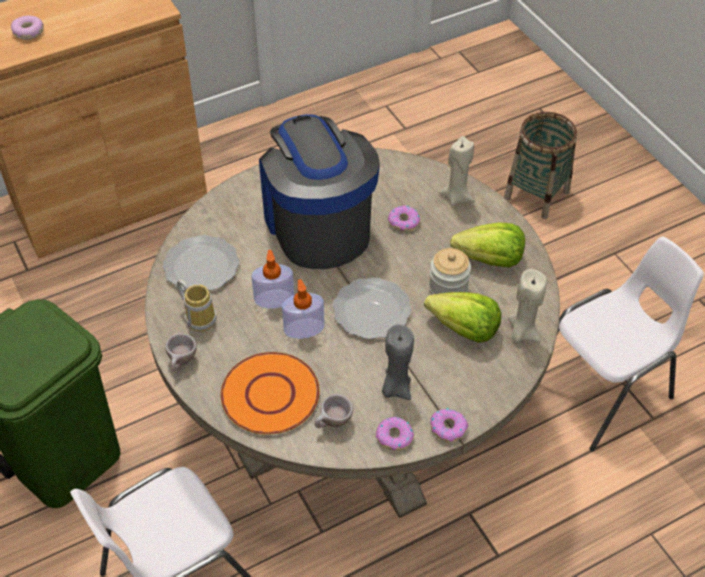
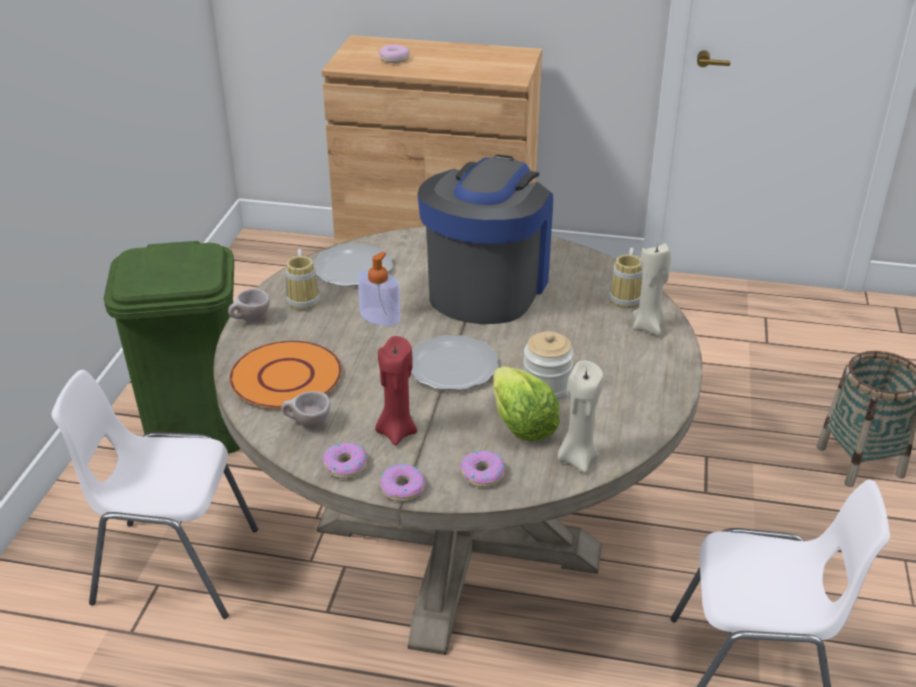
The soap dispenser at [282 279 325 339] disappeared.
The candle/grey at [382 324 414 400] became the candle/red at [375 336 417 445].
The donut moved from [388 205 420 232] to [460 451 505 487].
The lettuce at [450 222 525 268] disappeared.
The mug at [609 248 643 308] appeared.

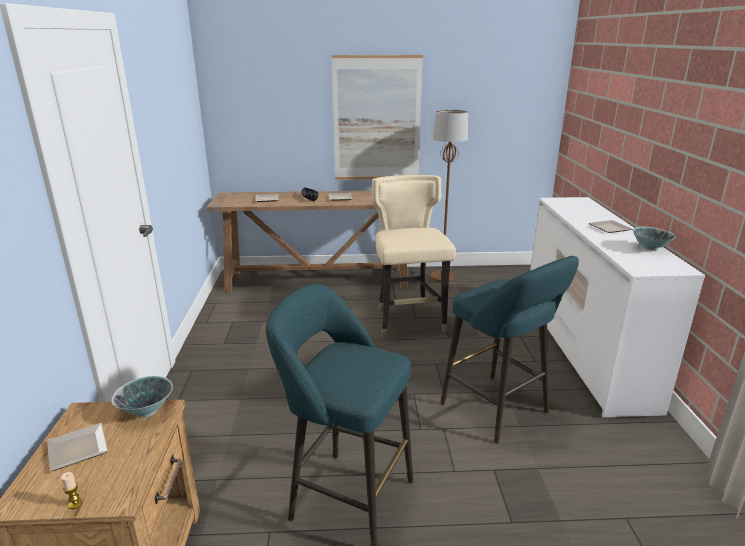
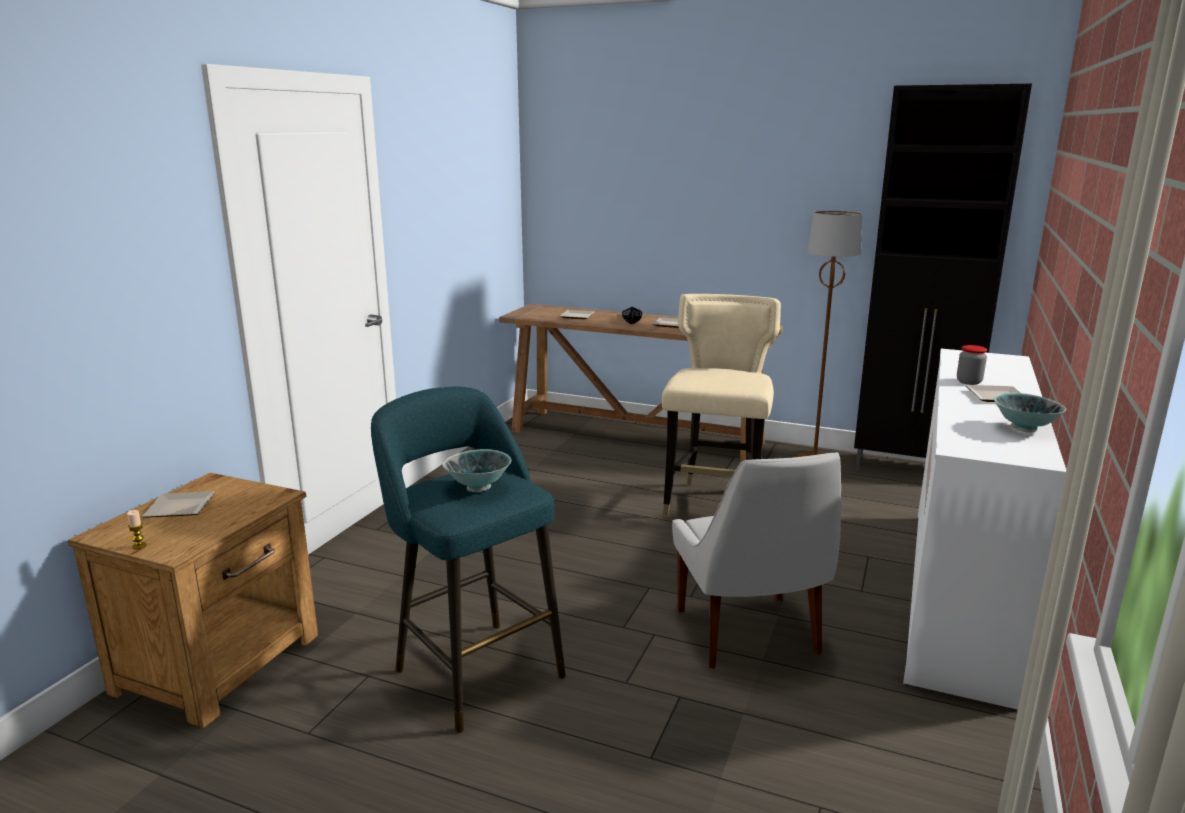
The bowl moved from [111 376 173 418] to [443 449 511 492].
The picture at [332 55 423 180] disappeared.
The stool/turquoise at [440 256 579 444] was replaced by the chair/white at [672 452 841 669].
The cabinet/black at [854 84 1032 470] appeared.
The jar at [957 345 987 385] appeared.

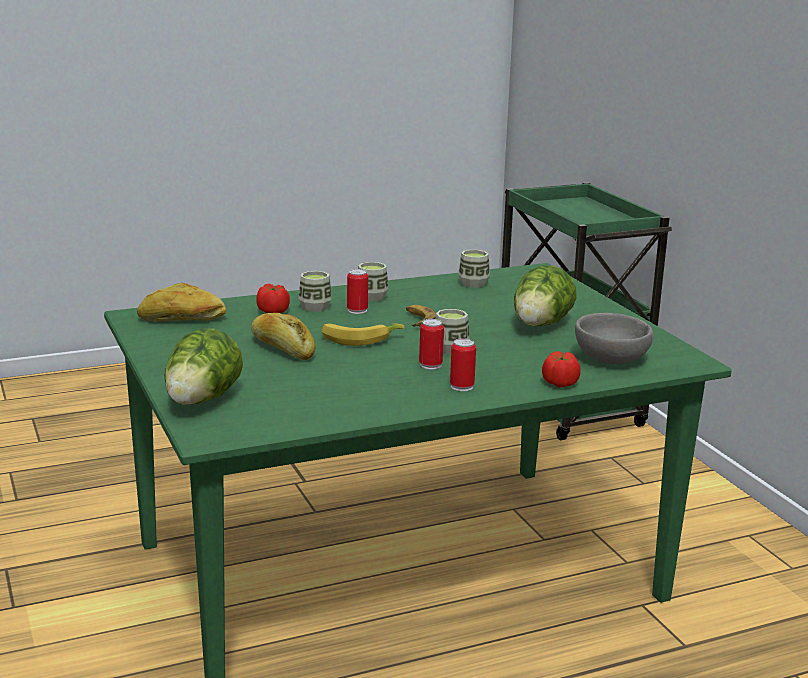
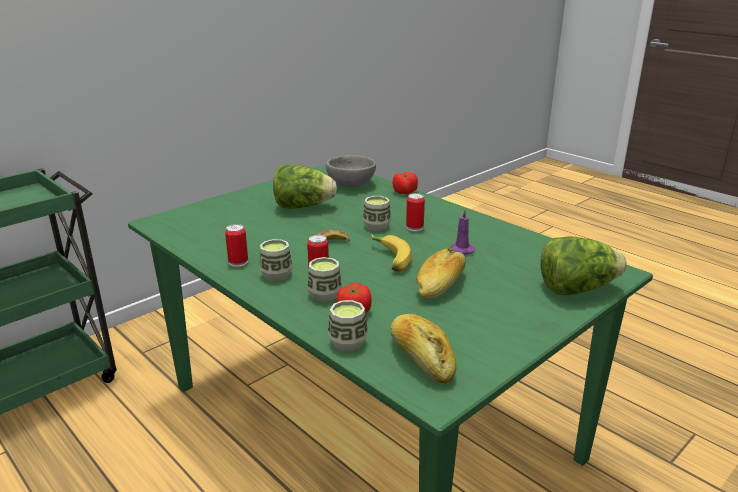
The can moved from [450 338 476 391] to [225 224 248 267].
The cup moved from [458 250 490 288] to [328 300 368 352].
The candle/purple at [450 209 475 255] appeared.

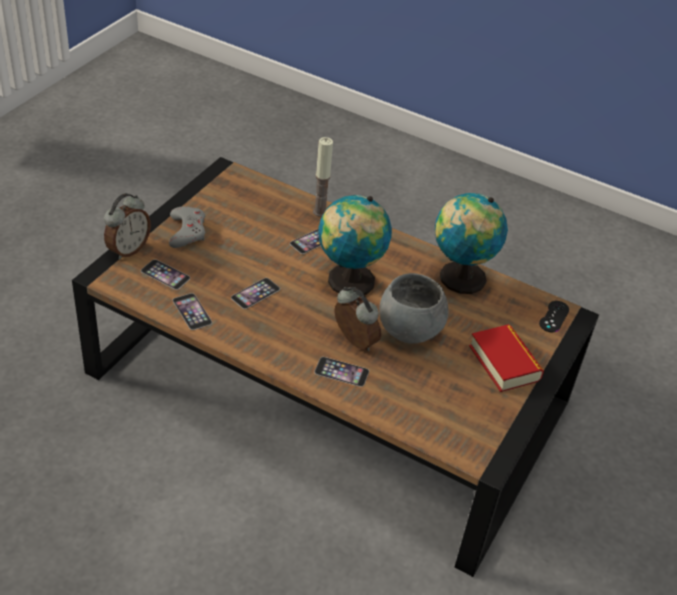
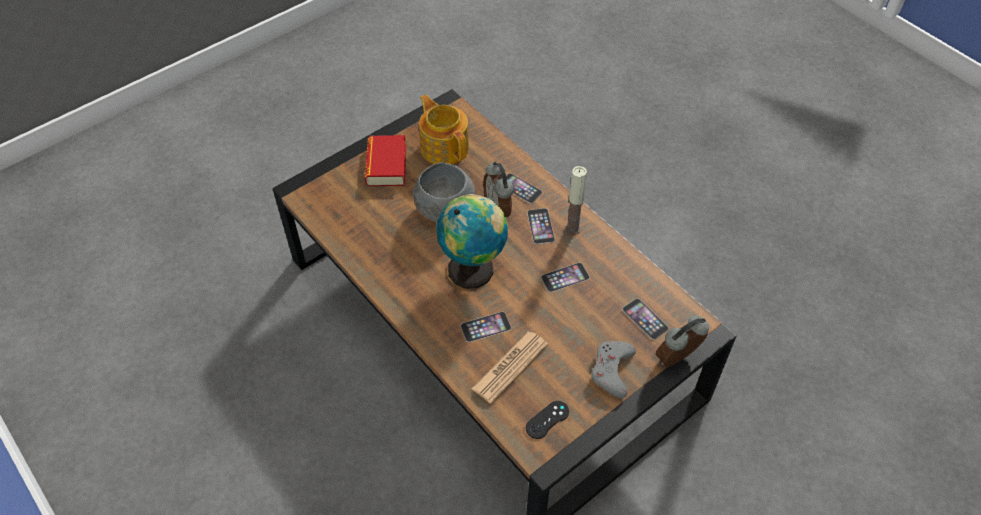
The phone moved from [173 293 212 330] to [527 208 555 244].
The candle moved from [313 137 333 217] to [565 166 587 235].
The globe at [435 193 508 294] disappeared.
The game controller/black moved from [539 301 569 332] to [526 401 569 439].
The teapot at [419 95 469 164] appeared.
The newspaper at [472 332 548 404] appeared.

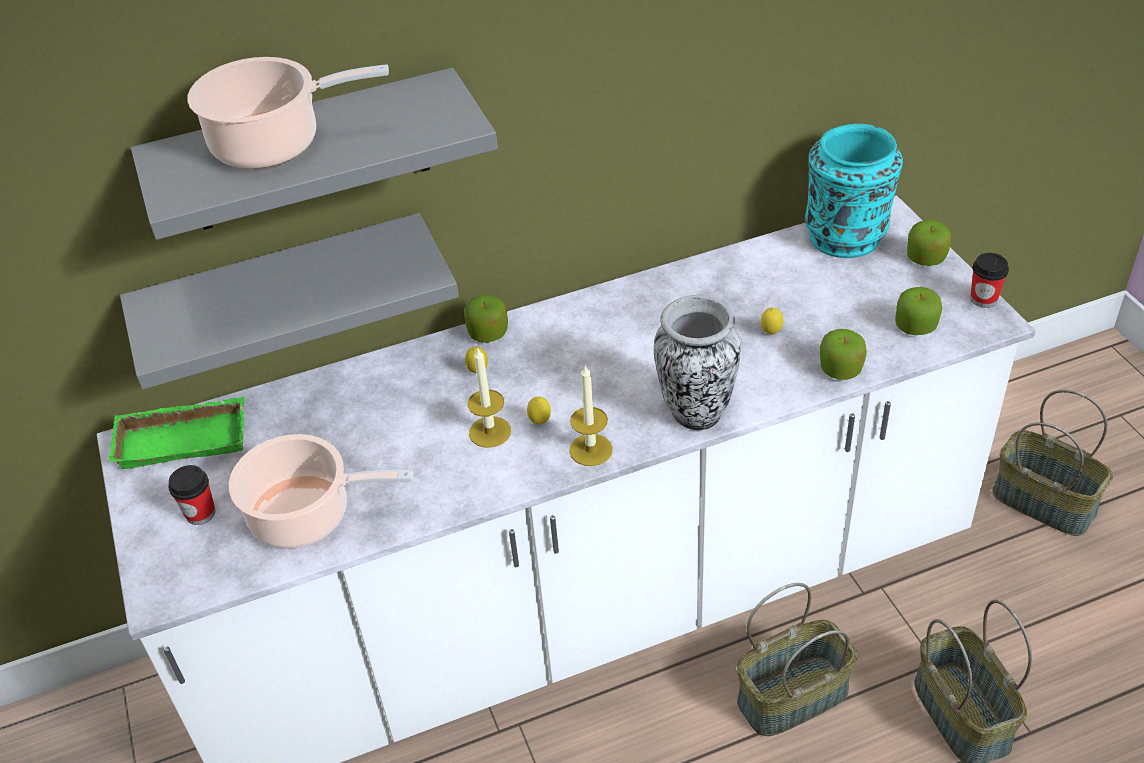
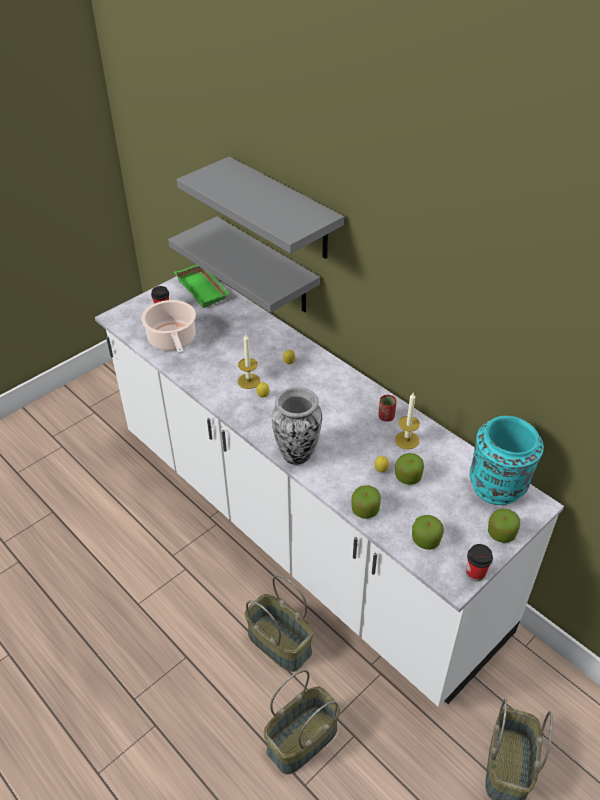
The cooking pot at [187 57 389 169] disappeared.
The apple moved from [464 294 508 343] to [395 453 424 485].
The candle moved from [569 365 613 466] to [395 393 420 449].
The cup/red at [378 395 397 422] appeared.

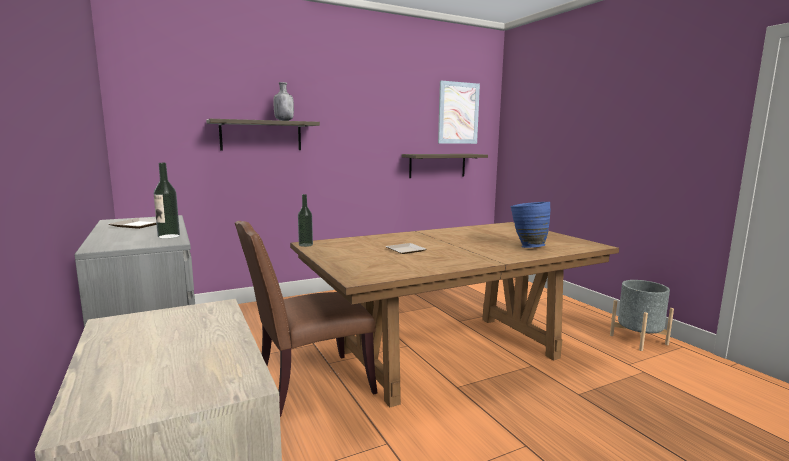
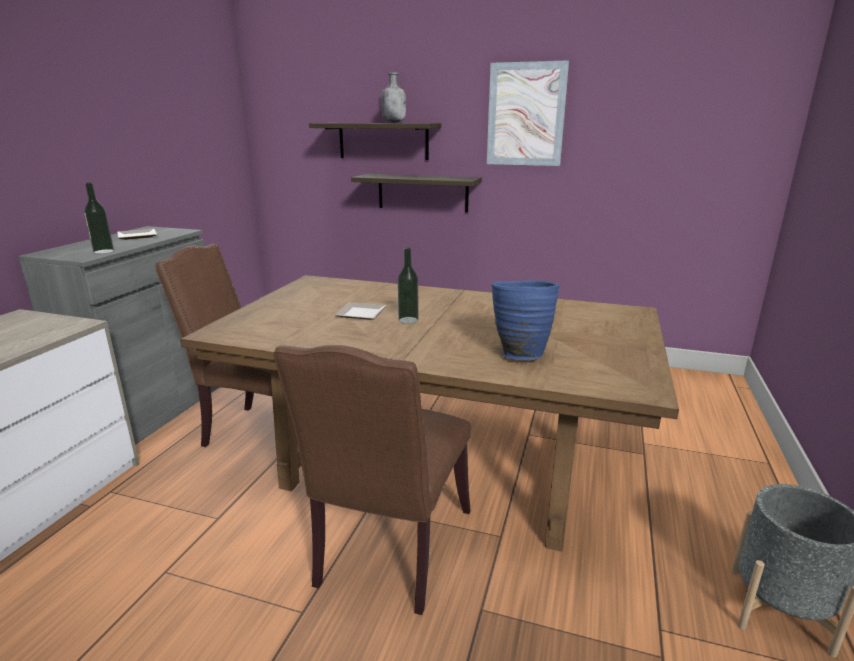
The bottle moved from [298 194 313 247] to [398 248 419 324].
The shelf moved from [402 154 488 178] to [351 174 482 212].
The picture moved from [438 81 480 144] to [487 60 569 166].
The chair/brown at [273 345 471 615] appeared.

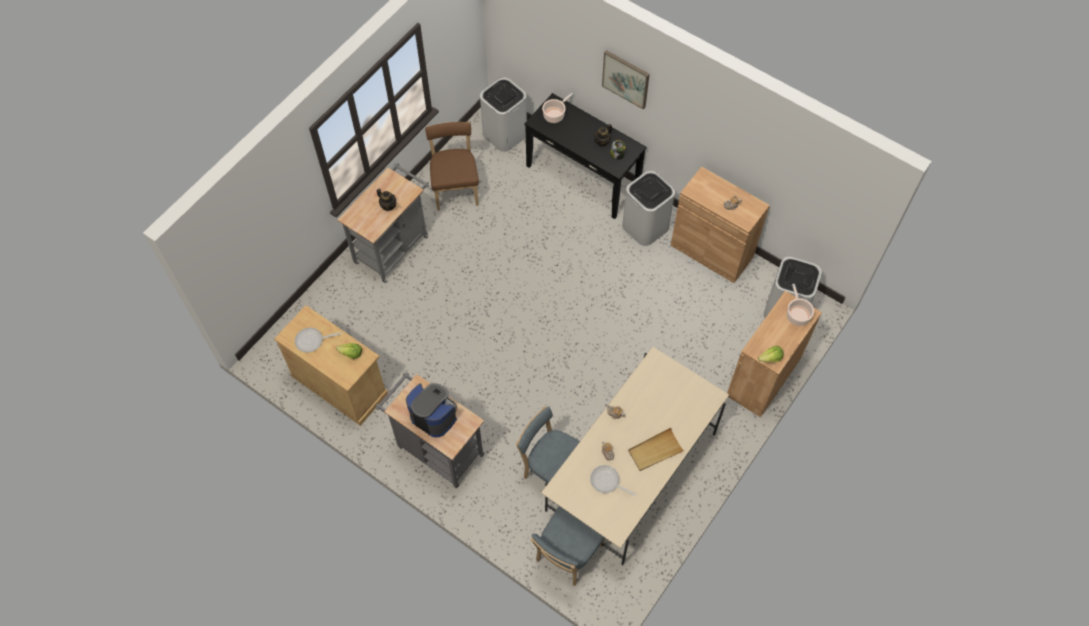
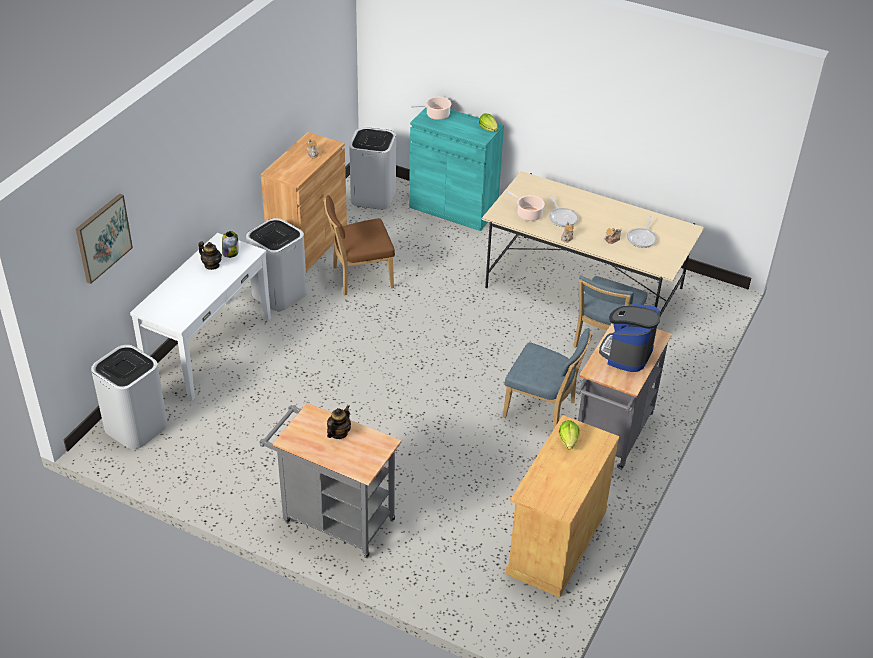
The frying pan moved from [295 328 341 353] to [549 195 579 227].
The chair/brown moved from [425 121 479 210] to [323 195 395 295].
The console table/black at [524 93 646 219] became the console table/white at [130 233 271 401].
The chair/blue moved from [530 506 605 586] to [503 328 593 430].
The cooking pot moved from [542 93 573 123] to [505 190 545 221].
The picture moved from [602 50 650 110] to [76 194 133 284].
The tray/beige at [628 428 684 471] disappeared.
The cabinet/brown at [727 291 822 417] became the cabinet/turquoise at [409 107 504 231].

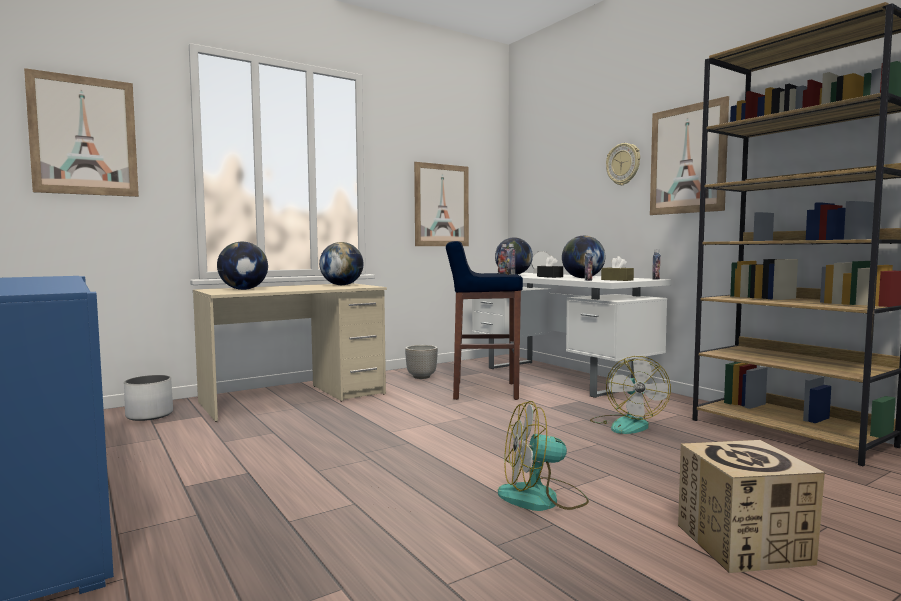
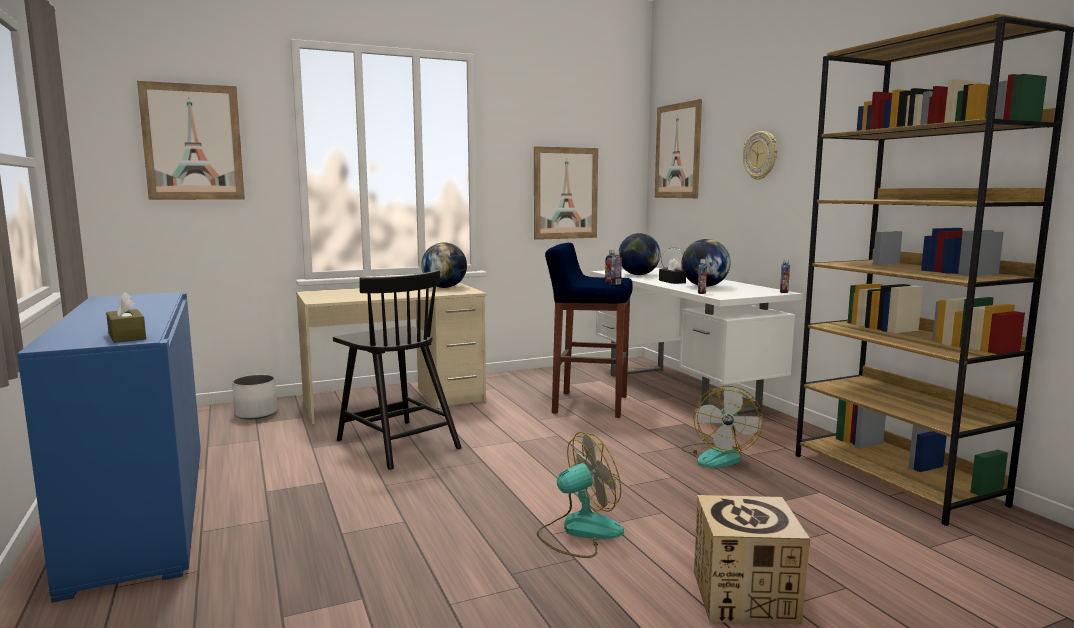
The globe at [217 242 268 290] disappeared.
The planter at [405 345 438 379] disappeared.
The fan at [498 401 589 511] turned 150 degrees clockwise.
The tissue box/brown moved from [601 256 634 281] to [106 292 146 343].
The picture moved from [650 96 729 215] to [655 99 702 198].
The chair/black at [333 270 462 470] appeared.

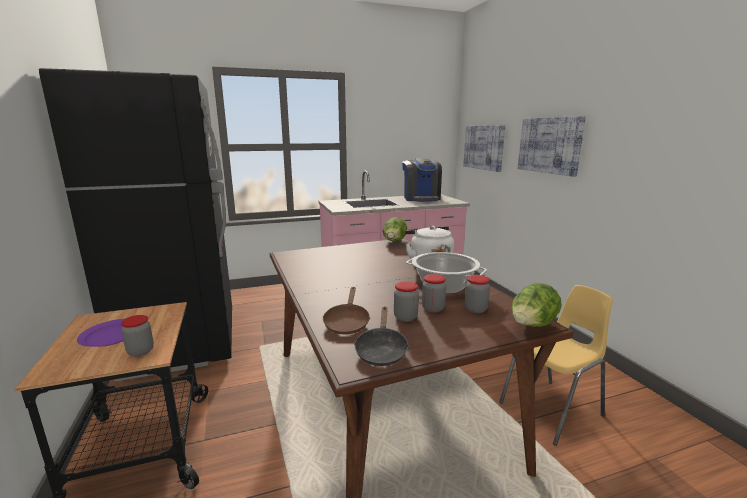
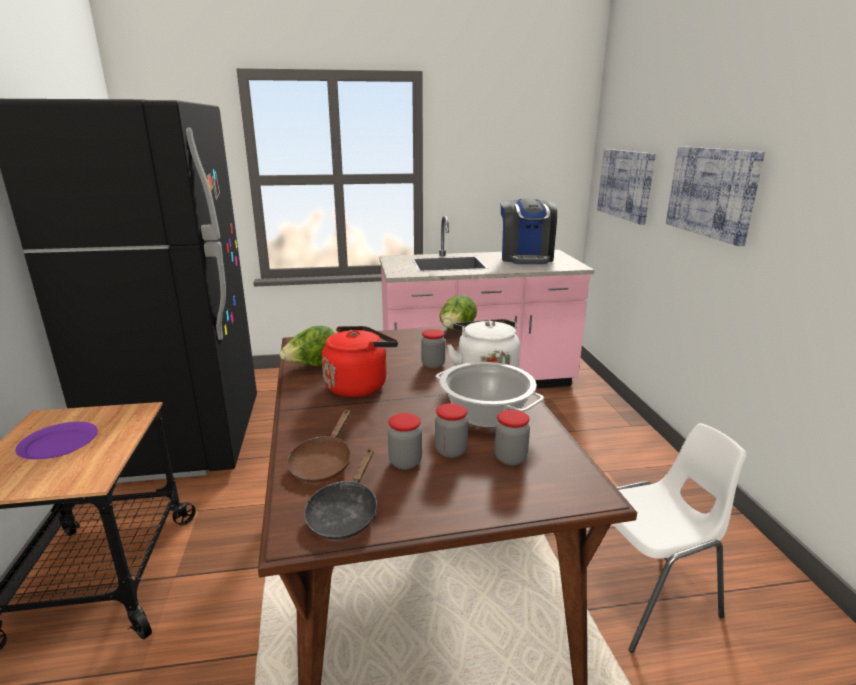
The jar moved from [121 315 154 356] to [421 329 445 368].
The chair/yellow at [499 285 613 446] became the chair/white at [586 423 746 653].
The lettuce moved from [511 283 562 327] to [279 326 335 366].
The kettle/red at [322 326 398 397] appeared.

